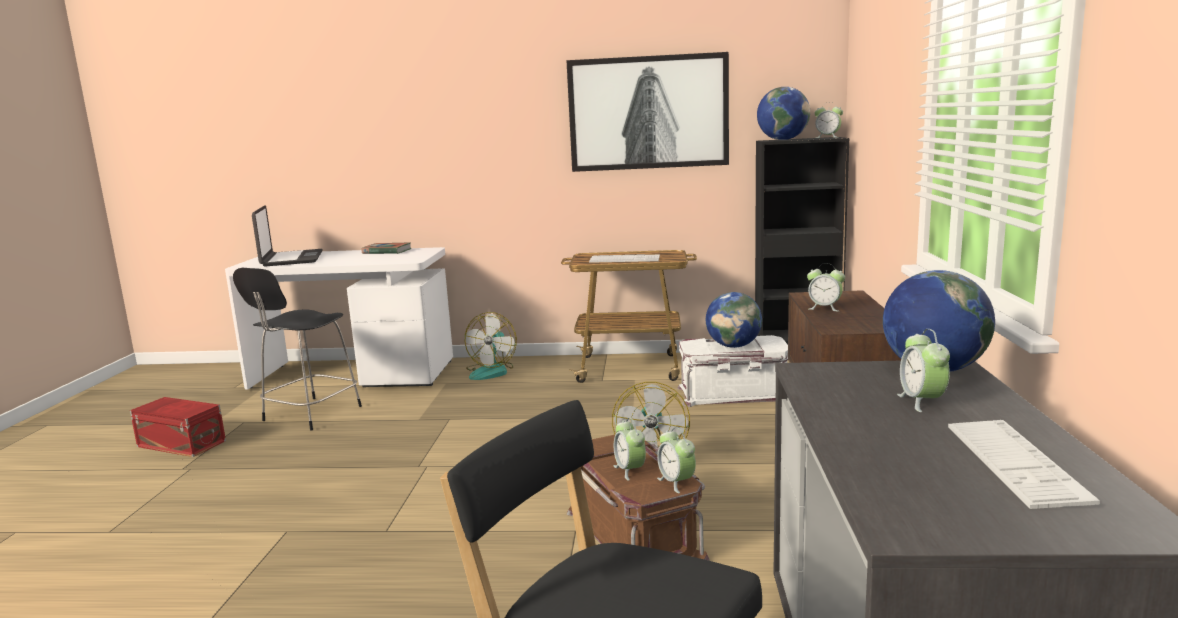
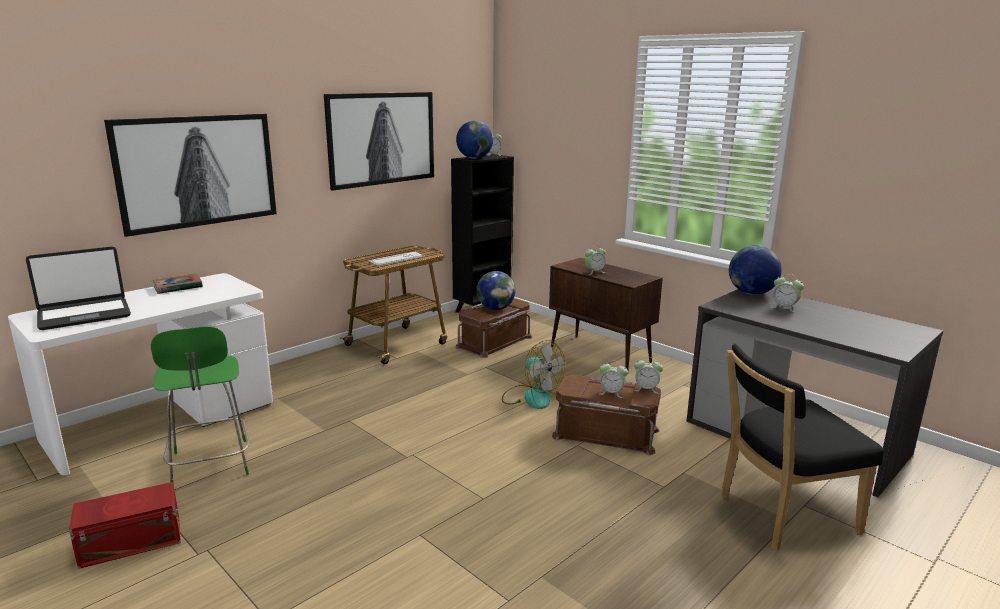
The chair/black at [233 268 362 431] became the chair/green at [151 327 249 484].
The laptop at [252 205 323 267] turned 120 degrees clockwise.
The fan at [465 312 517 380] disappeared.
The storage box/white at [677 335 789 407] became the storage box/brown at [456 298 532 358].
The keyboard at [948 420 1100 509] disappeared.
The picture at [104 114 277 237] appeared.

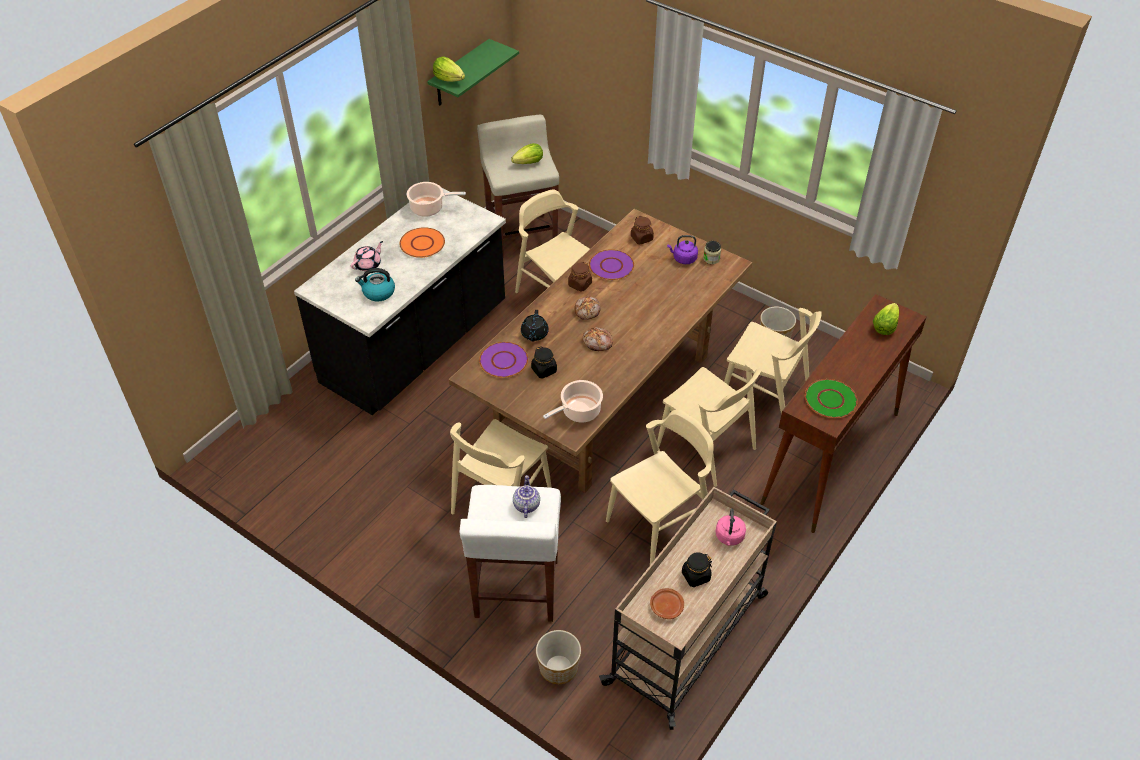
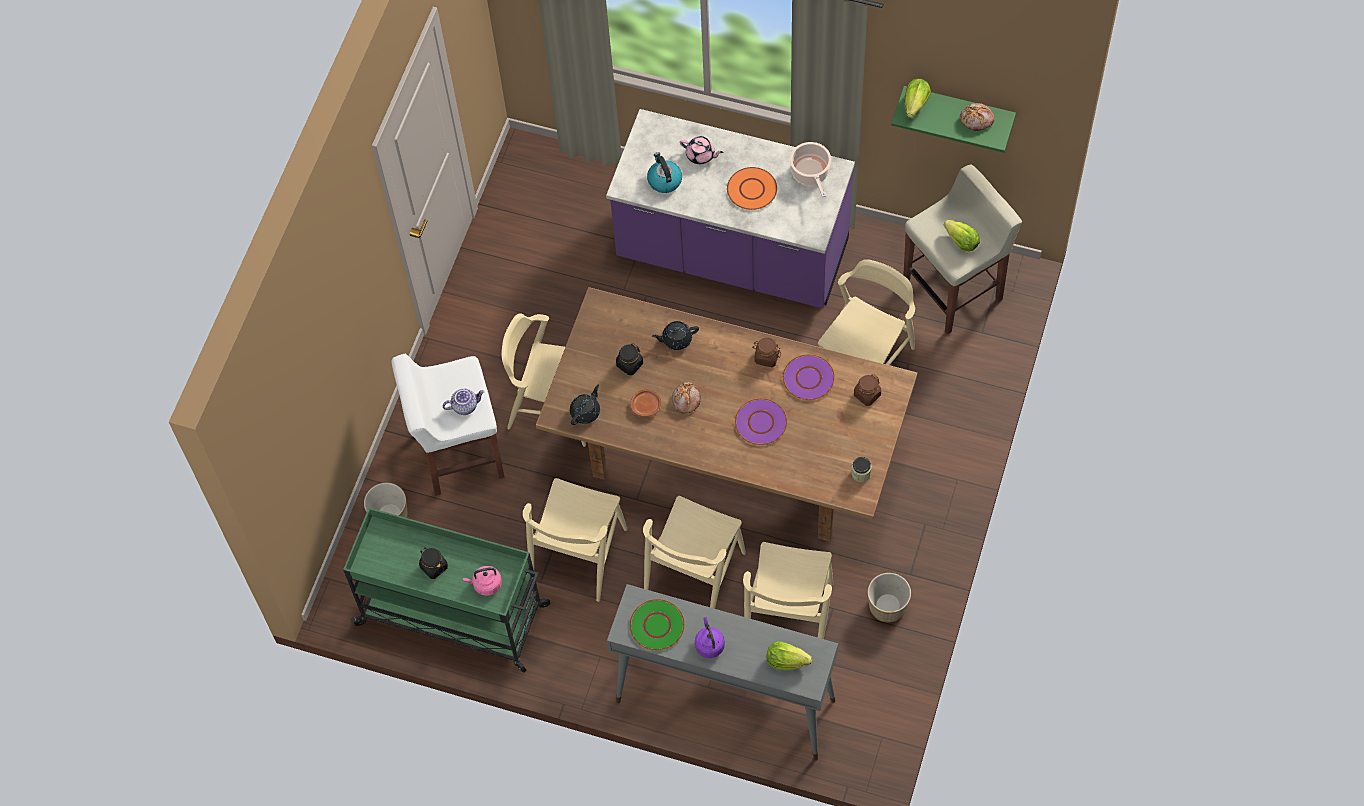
The counter/black at [294 188 506 415] became the counter/purple at [606 109 855 308].
The plate/purple moved from [479 342 528 378] to [735 398 787 445].
The cooking pot at [543 380 603 423] was replaced by the teapot/black at [570 384 600 425].
The bread moved from [574 296 600 320] to [960 103 994 131].
The cart/beige at [599 487 777 730] became the cart/green at [343 508 550 673].
The chair/beige at [606 409 714 565] turned 75 degrees clockwise.
The plate/brown moved from [650 588 684 619] to [630 389 662 417].
The kettle/purple moved from [667 235 698 264] to [695 617 725 658].
The console table/brown at [760 294 927 533] became the console table/grey at [607 584 838 761].

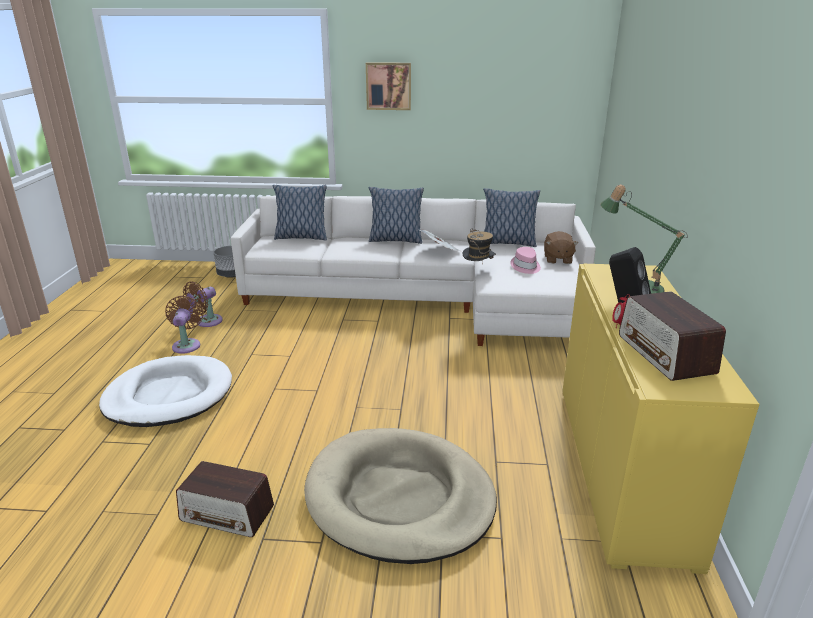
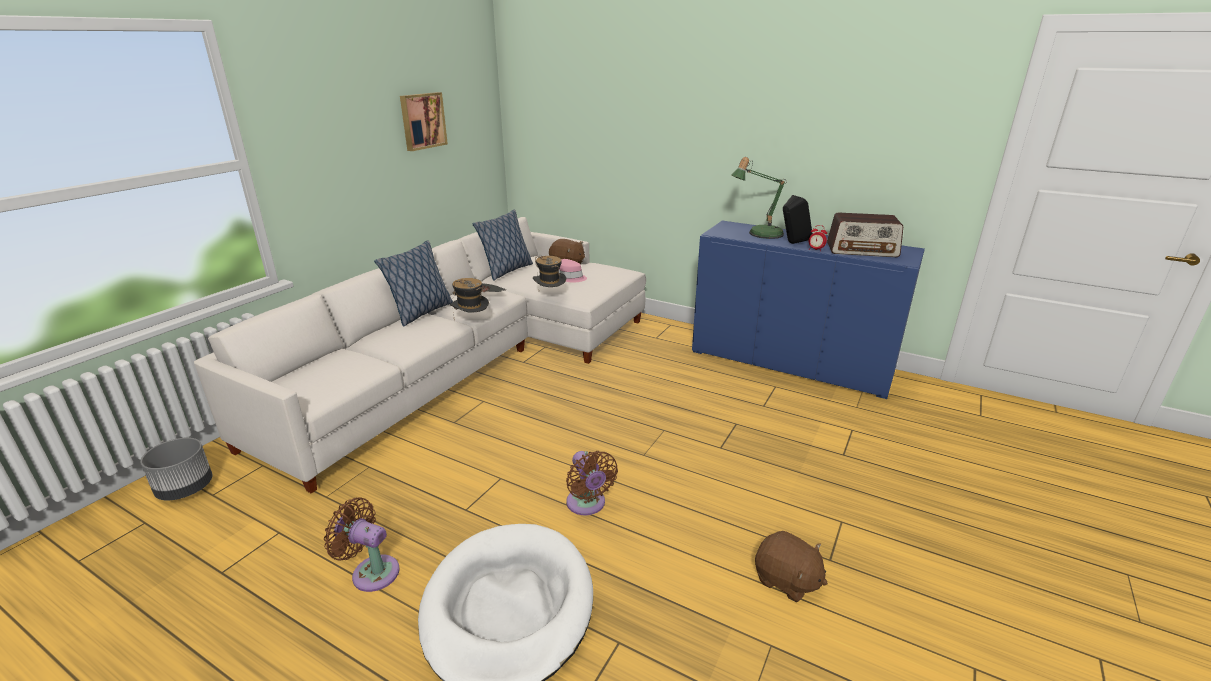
The radio at [176 461 274 537] was replaced by the plush toy/brown at [755 531 828 602].
The fan/brown moved from [183 281 223 327] to [566 451 618 515].
The pillow at [272 185 327 240] disappeared.
The dog bed/beige at [304 428 497 564] disappeared.
The picture moved from [366 62 411 110] to [400 92 448 151].
The cabinet/yellow at [562 264 760 574] became the cabinet/blue at [692 221 925 399].
The hat at [450 278 489 321] appeared.

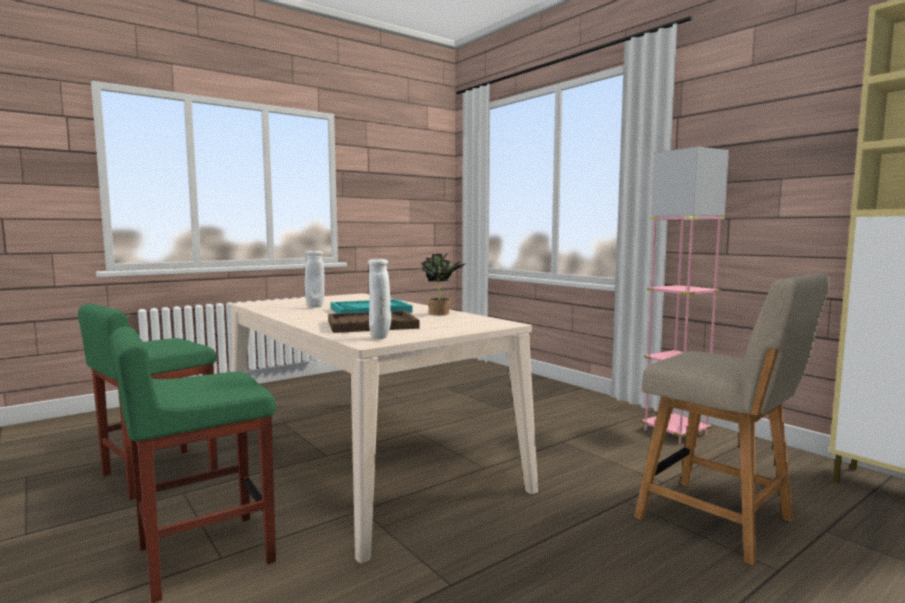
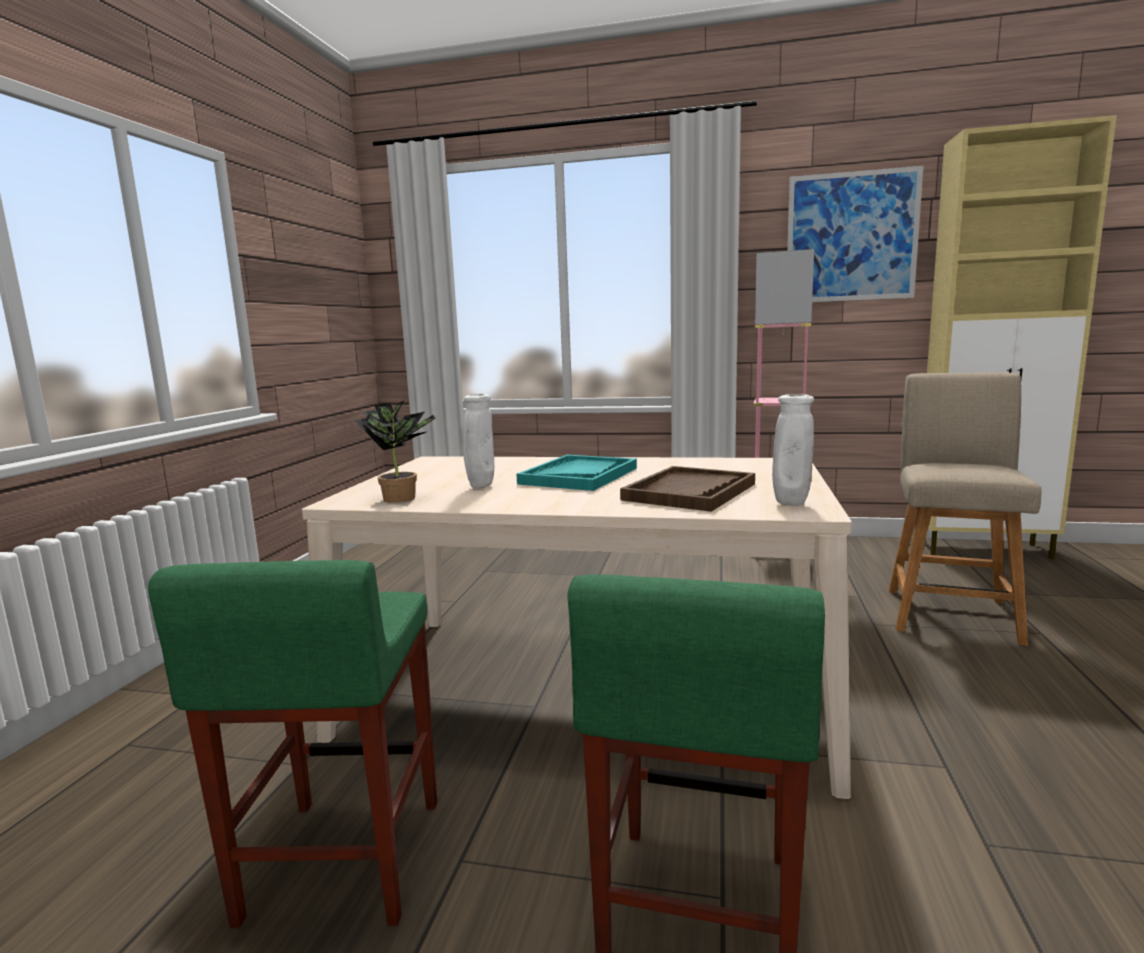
The potted plant moved from [421 253 465 315] to [354 401 436 503].
The chair/beige at [634 273 830 565] turned 75 degrees counterclockwise.
The picture at [787 166 923 302] appeared.

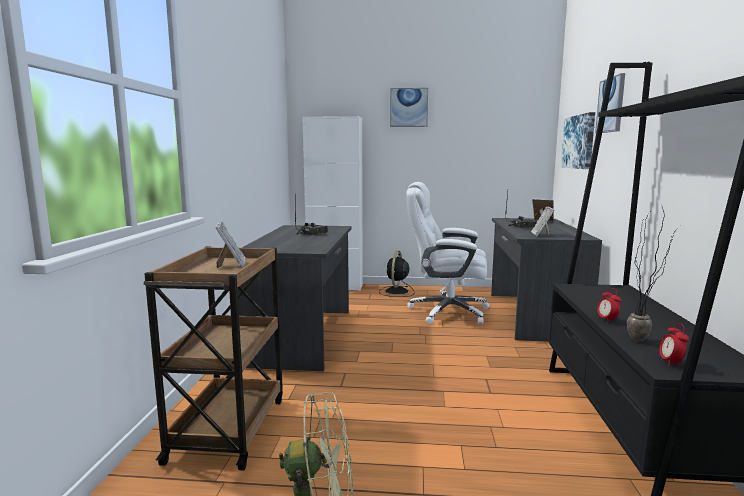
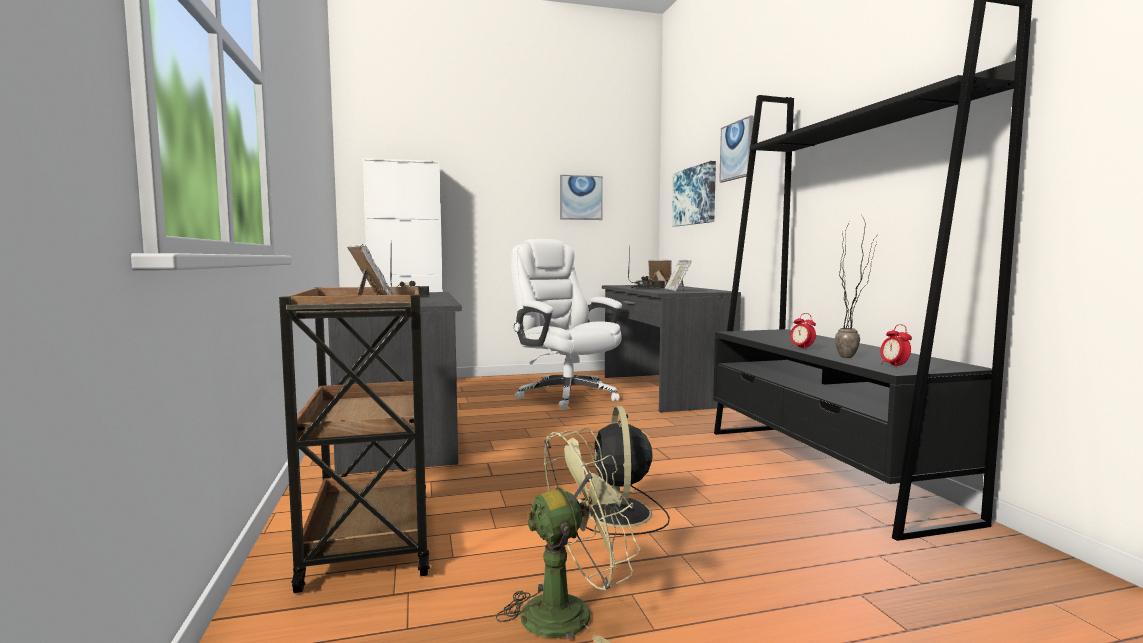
The fan/black moved from [379 251 414 297] to [582 406 670 535].
The picture moved from [390 88 428 127] to [560 175 603 220].
The office chair/white at [406 182 490 324] turned 60 degrees clockwise.

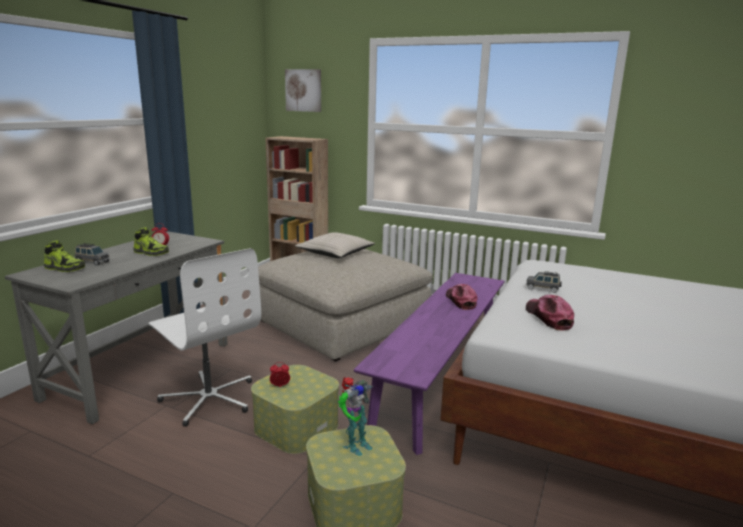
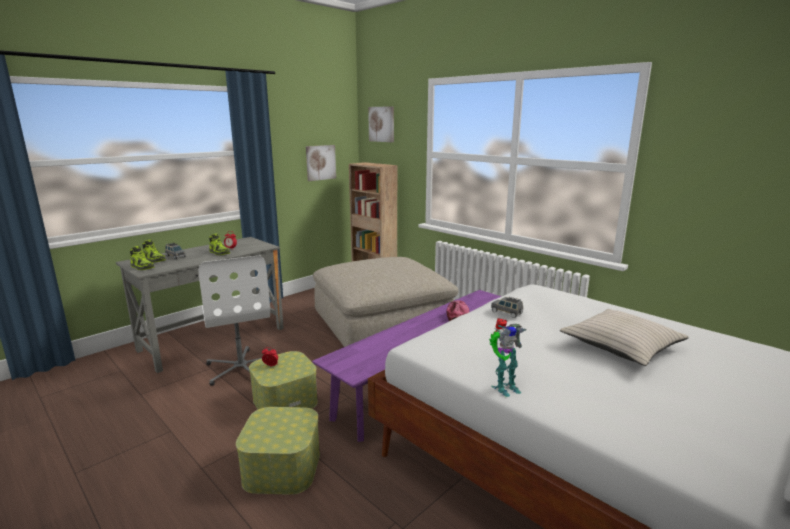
The pillow/beige moved from [295 232 375 258] to [560 309 689 366].
The toy robot moved from [338 377 373 456] to [489 318 527 397].
The cap at [526 295 574 331] disappeared.
The shoe at [130 246 155 270] appeared.
The picture at [306 145 336 181] appeared.

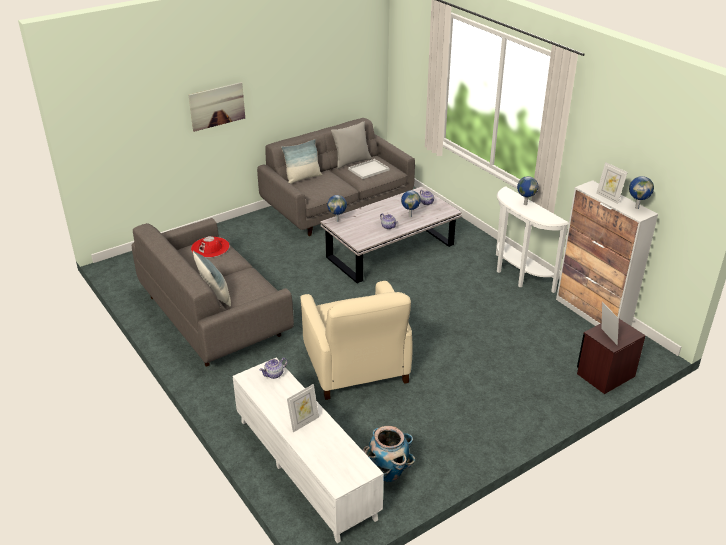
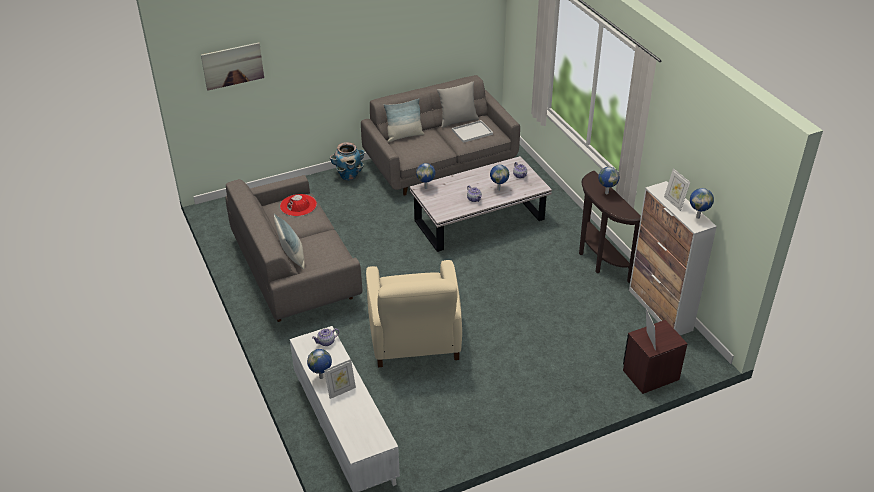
The picture moved from [189 82 245 132] to [201 42 264 91].
The planter moved from [363 426 415 482] to [330 142 365 181].
The console table/white at [496 186 569 293] became the console table/brown at [579 171 641 283].
The globe at [307 349 332 379] appeared.

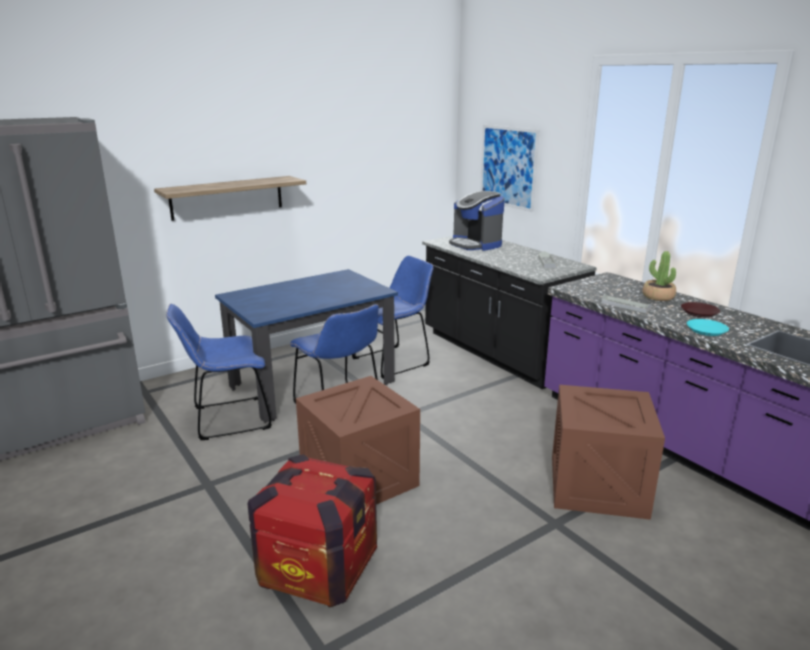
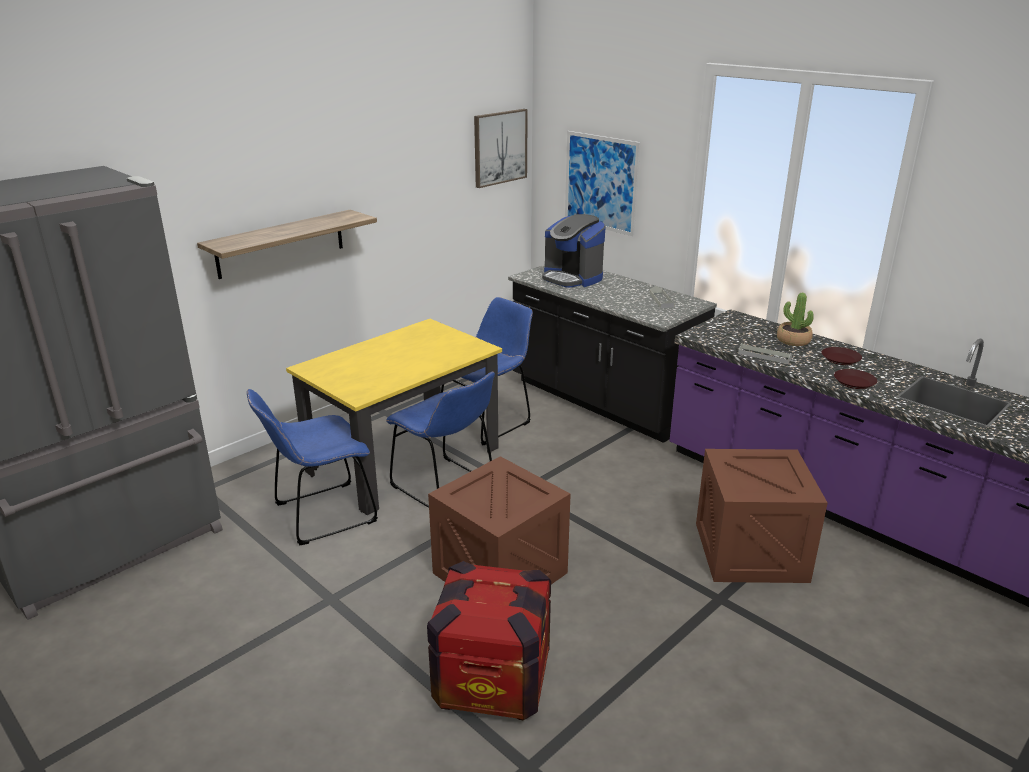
The dining table/blue at [215 269 398 423] became the dining table/yellow at [286 319 502 515].
The plate/turquoise at [687 319 729 336] became the plate/brown at [834 369 877 389].
The picture at [474 109 528 188] appeared.

